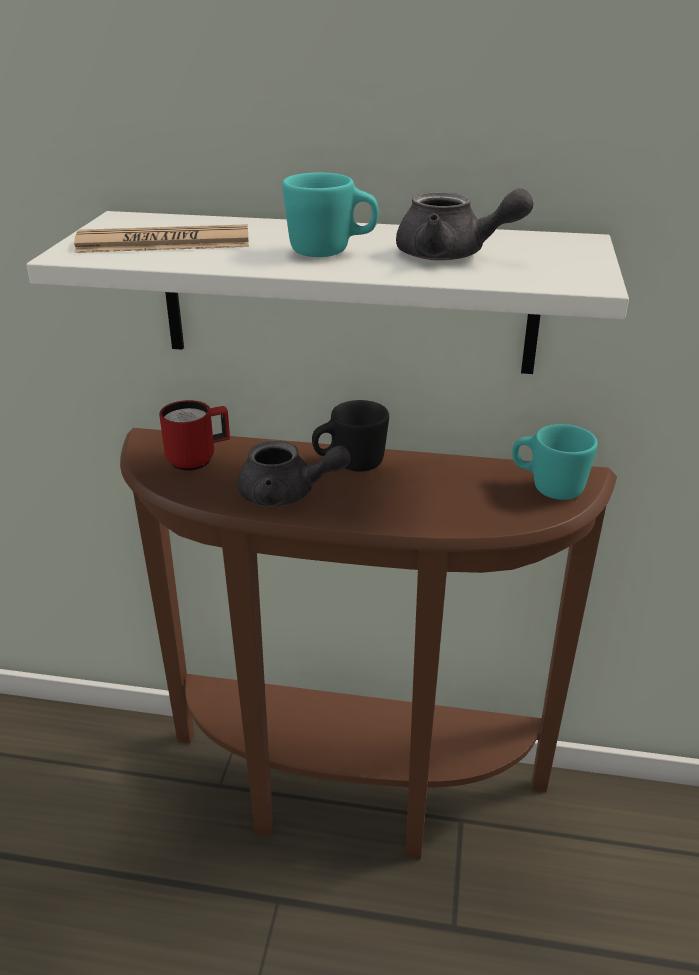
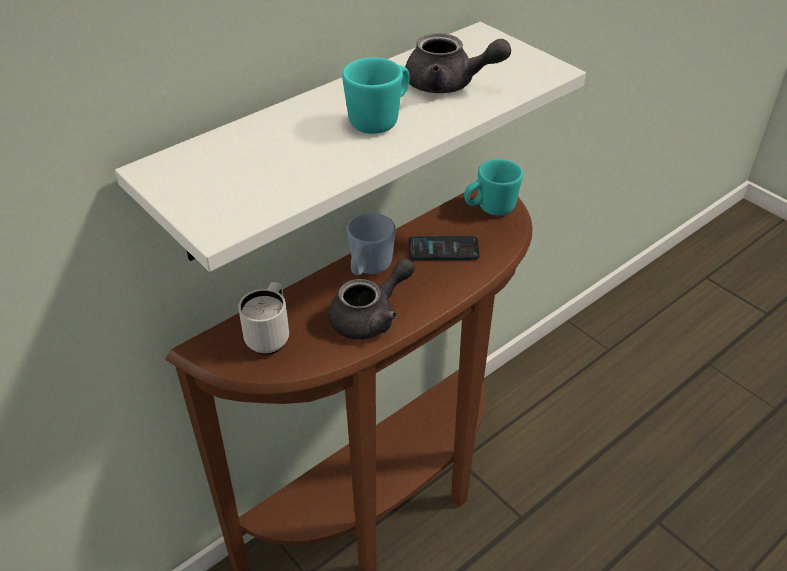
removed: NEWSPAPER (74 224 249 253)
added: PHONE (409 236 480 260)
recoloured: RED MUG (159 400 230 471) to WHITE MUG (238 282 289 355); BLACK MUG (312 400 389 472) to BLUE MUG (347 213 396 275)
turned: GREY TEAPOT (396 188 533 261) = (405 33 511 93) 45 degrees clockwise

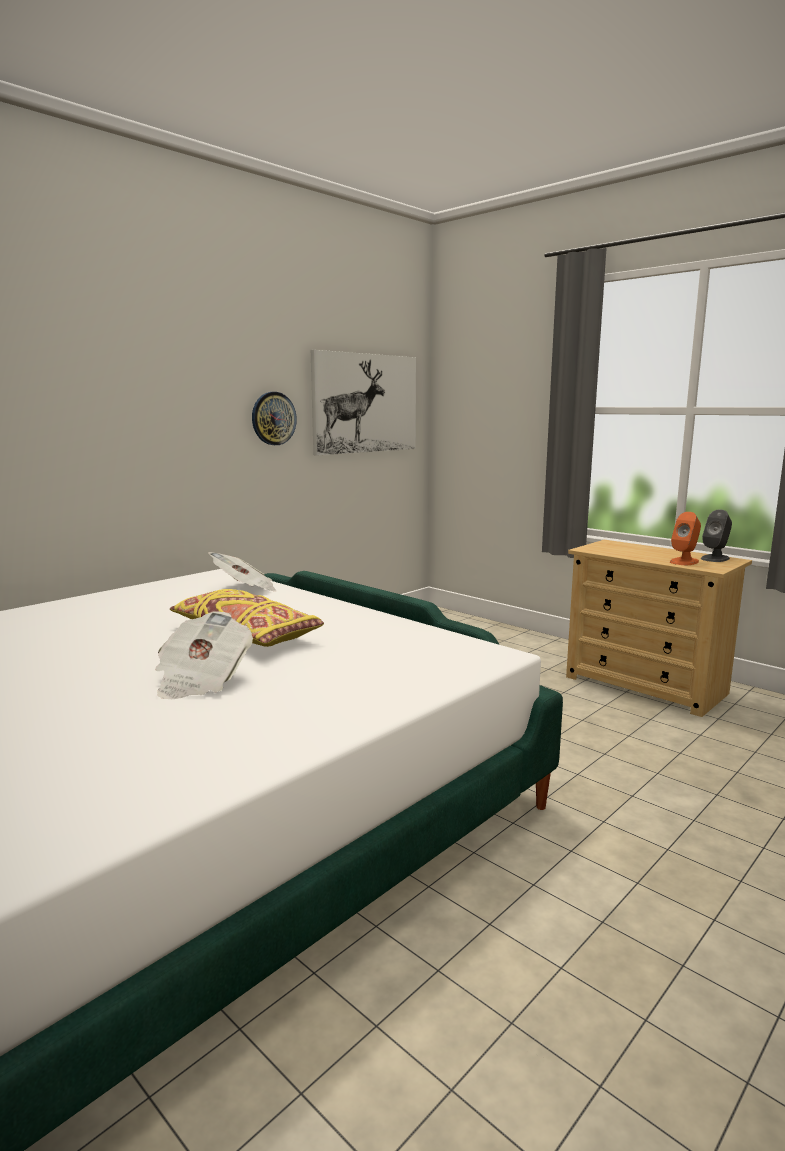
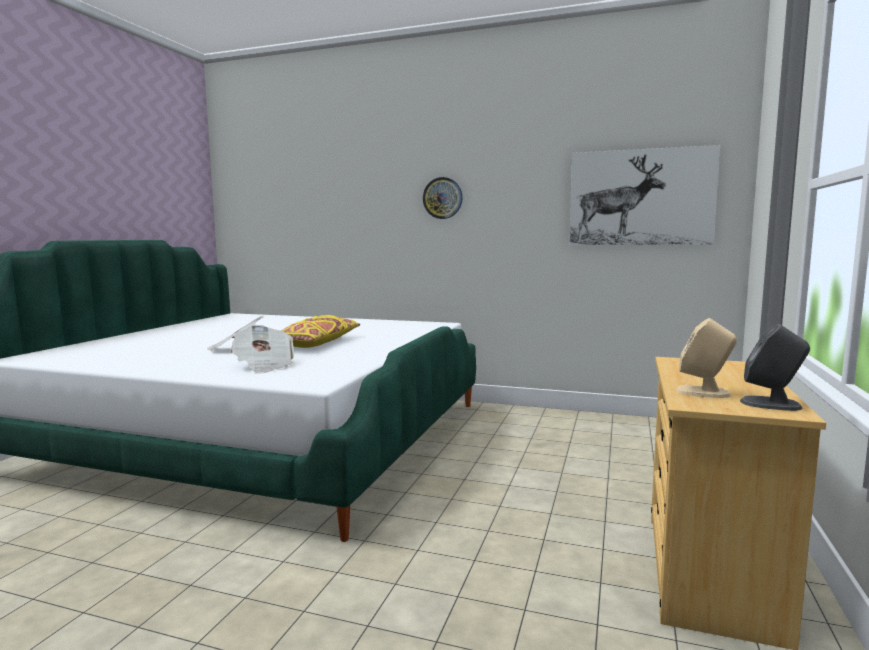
moved: WALL CLOCK (252 392 297 445) to (423 177 463 219); NEWSPAPER (209 552 277 592) to (230 325 294 373)
recoloured: ORANGE SPEAKER (670 512 701 565) to BEIGE SPEAKER (676 318 737 398)

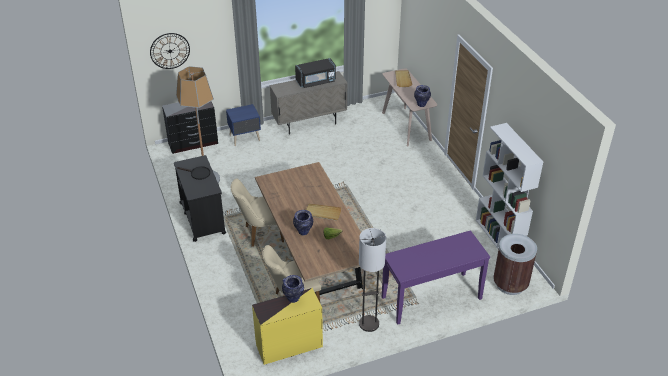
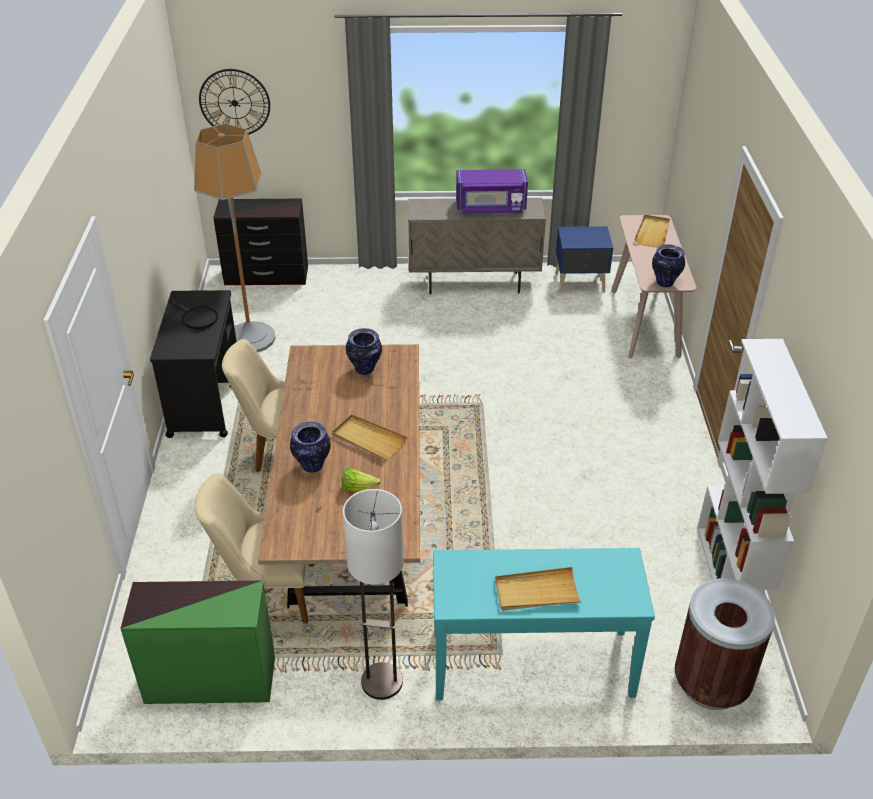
added: BEIGE TRAY (495 567 582 611)
moved: BLUE NIGHTSTAND (226 104 261 146) to (555 226 613 293); VASE (282 275 304 303) to (346 328 382 375)
recoloured: BLACK MICROWAVE (295 58 336 88) to PURPLE MICROWAVE (456 169 528 214); PURPLE CONSOLE TABLE (382 230 490 325) to TURQUOISE CONSOLE TABLE (433 548 655 700); YELLOW DRESSER (252 288 323 365) to GREEN DRESSER (120 580 275 704)

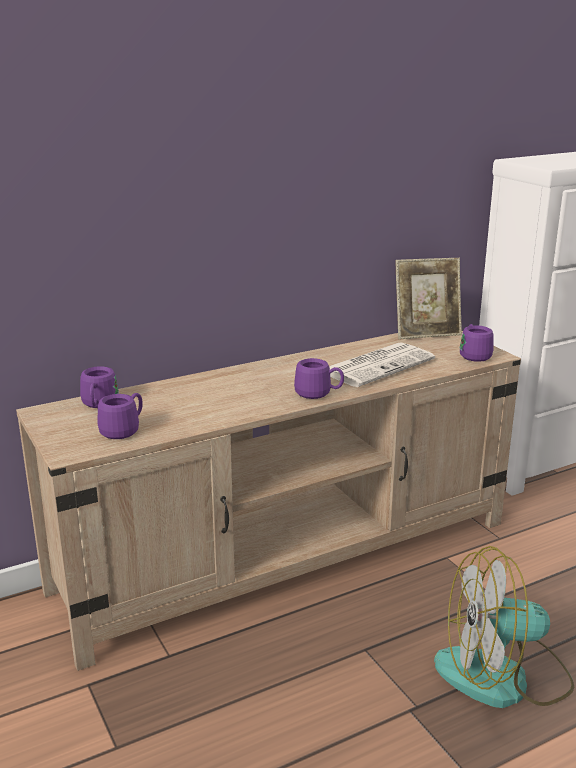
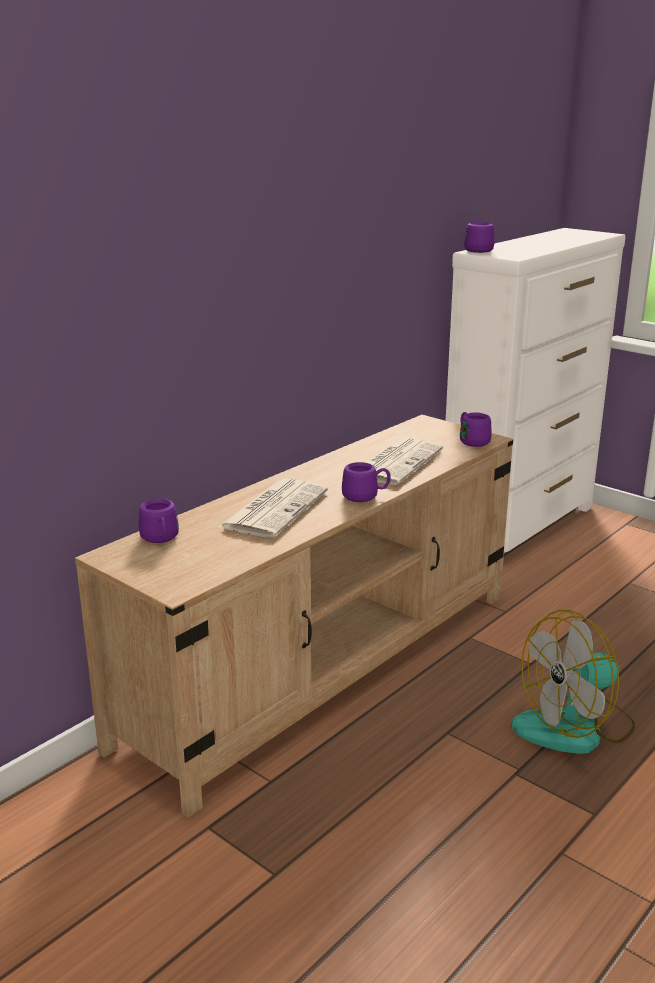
removed: PICTURE FRAME (395 258 462 339)
added: NEWSPAPER (218 478 328 538)
moved: PURPLE MUG (98 393 143 439) to (464 222 494 253)

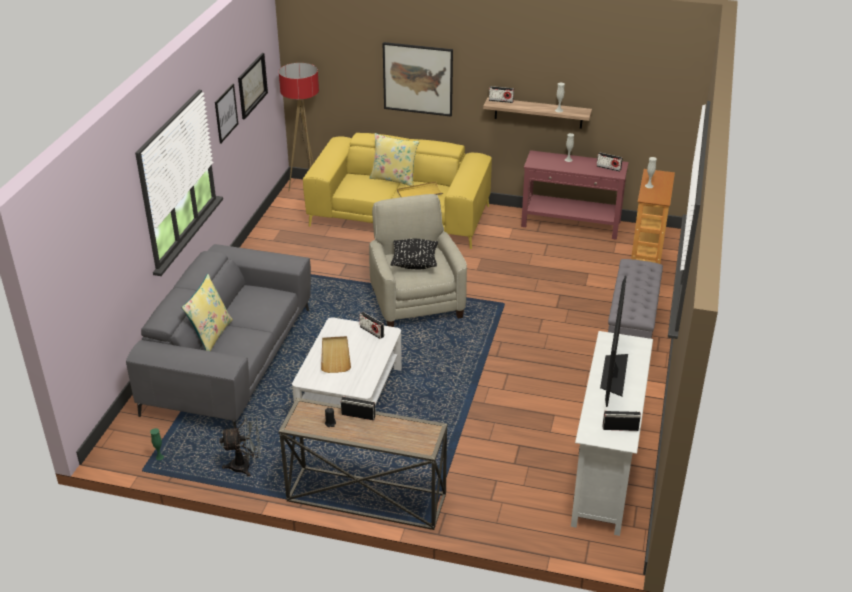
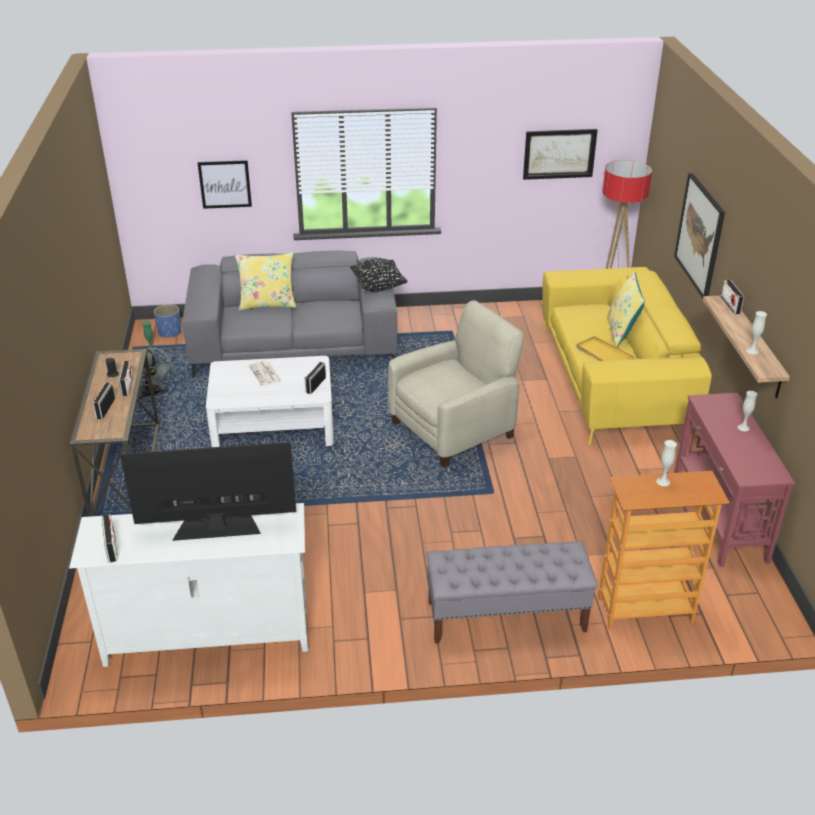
added: BLUE PLANTER (154 304 181 338)
moved: PICTURE (215 83 238 144) to (198 160 252 209); RADIO (597 152 623 172) to (92 382 115 419); BLACK PILLOW (390 239 438 270) to (350 259 408 292)
replaced: BEIGE TRAY (321 336 351 373) to NEWSPAPER (249 361 281 386)

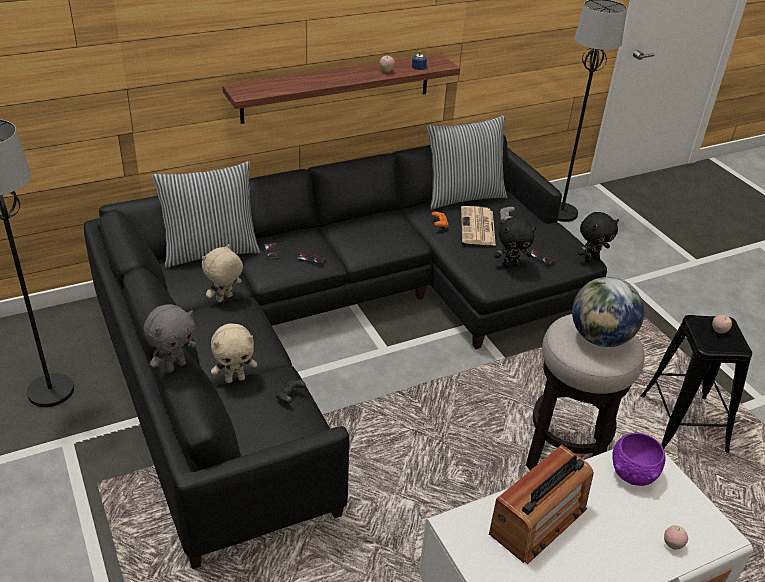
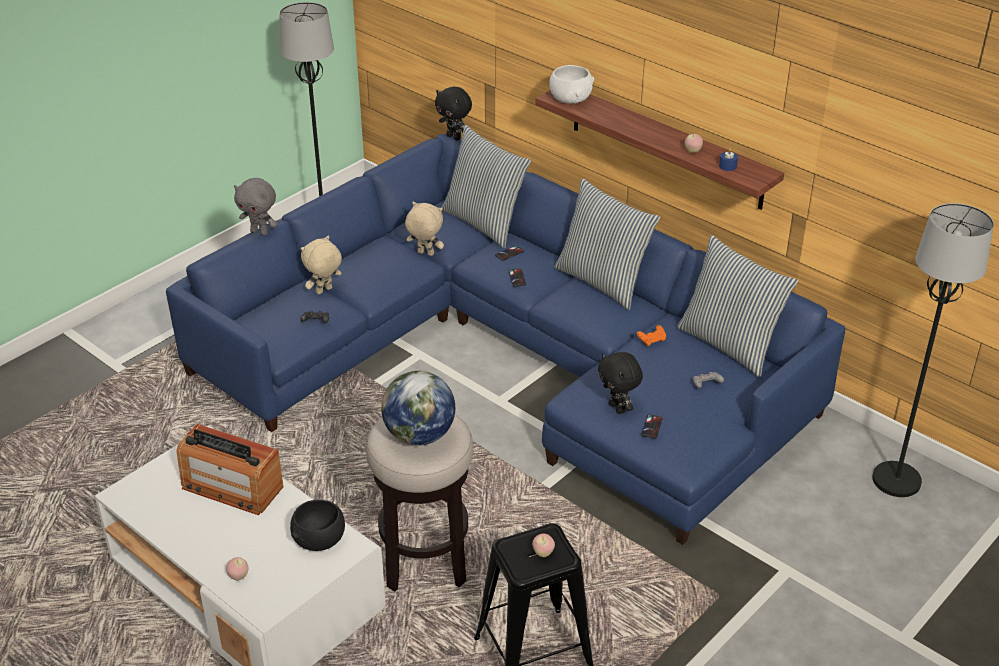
removed: NEWSPAPER (461 206 496 246)
added: WHITE BOWL (549 65 594 104); PILLOW (554 178 660 310)
moved: BLACK PLUSH TOY (578 212 619 262) to (435 87 472 140)
recoloured: BLACK SOFA (84 134 607 569) to BLUE SOFA (166 134 845 545); PURPLE BOWL (612 433 665 486) to BLACK BOWL (290 500 345 551)
turned: BEIGE PLUSH TOY (211 324 257 383) = (301 236 342 294) 90 degrees clockwise

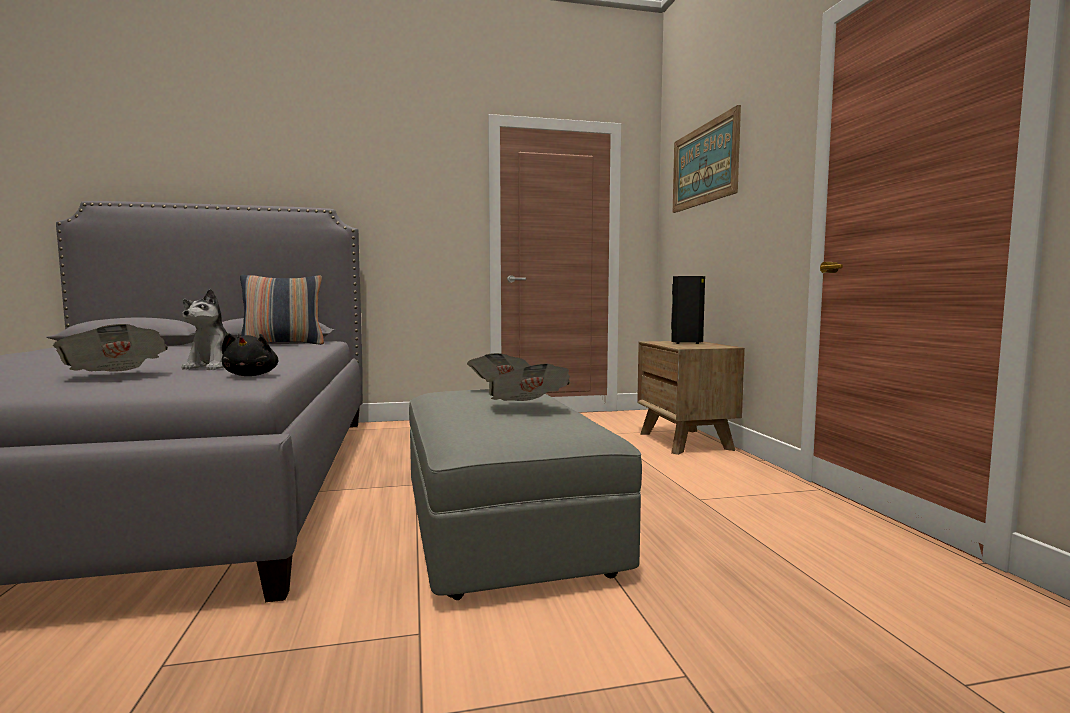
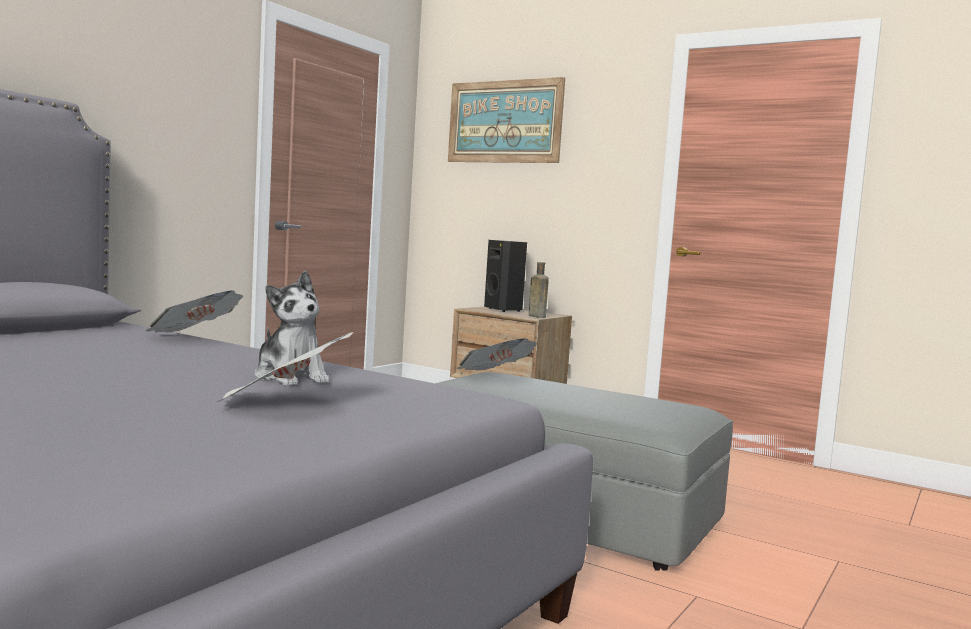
removed: PILLOW (240 275 324 345); BLACK PLUSH TOY (222 333 278 376)
added: BROWN BOTTLE (529 262 549 318)
moved: NEWSPAPER (489 363 570 401) to (146 290 243 332)

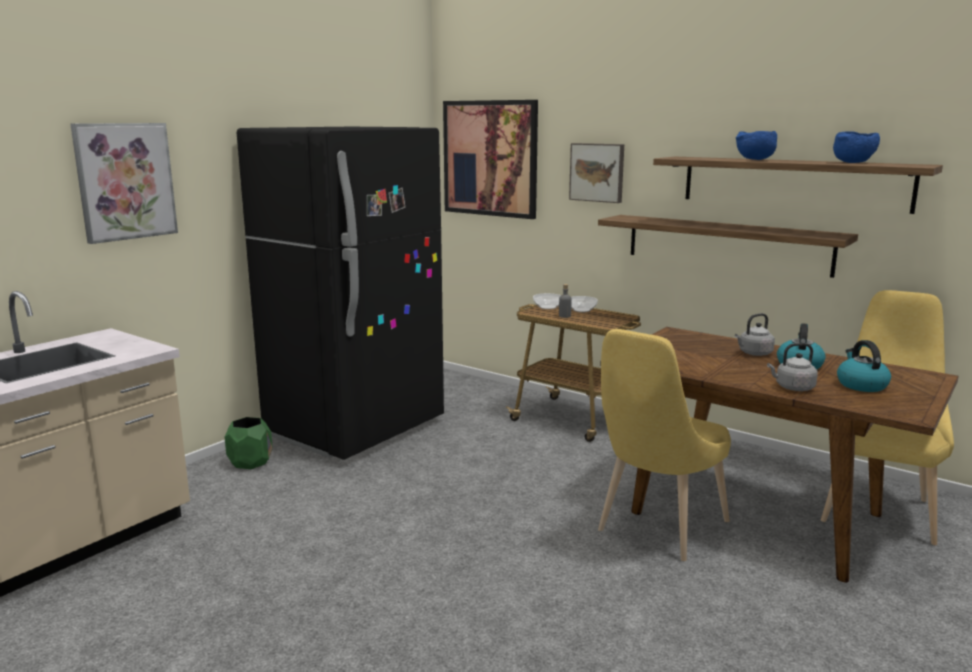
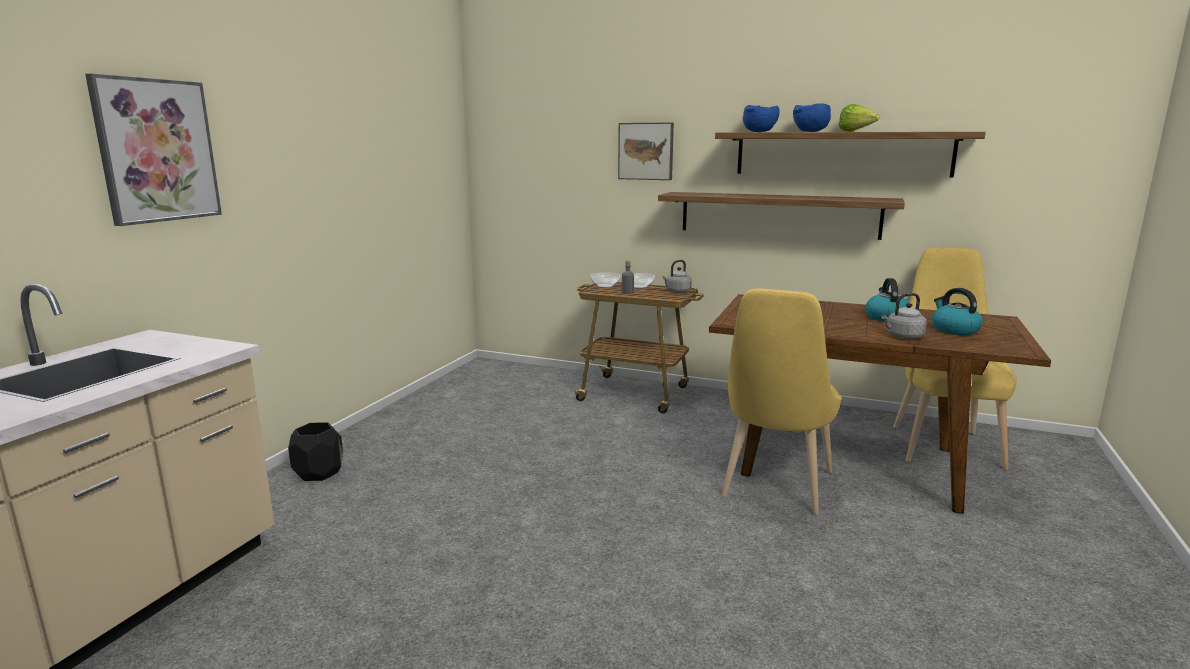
removed: PICTURE (443 100 538 219); BLACK FRIDGE (237 127 444 460)
added: LETTUCE (839 104 880 132)
moved: BLUE BOWL (833 131 880 163) to (743 105 780 132); GREY KETTLE (735 313 775 356) to (662 260 692 293)
recoloured: GREEN PLANTER (225 417 273 469) to BLACK PLANTER (288 422 343 481)

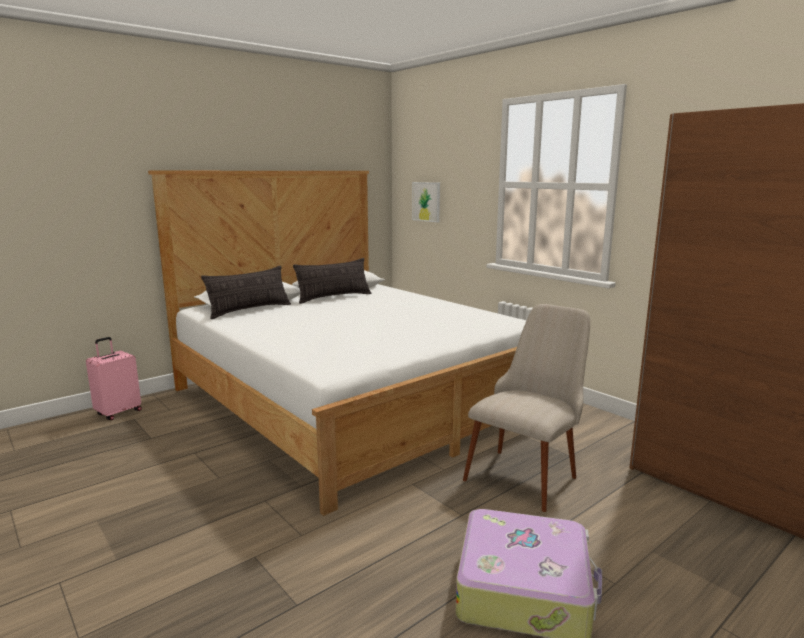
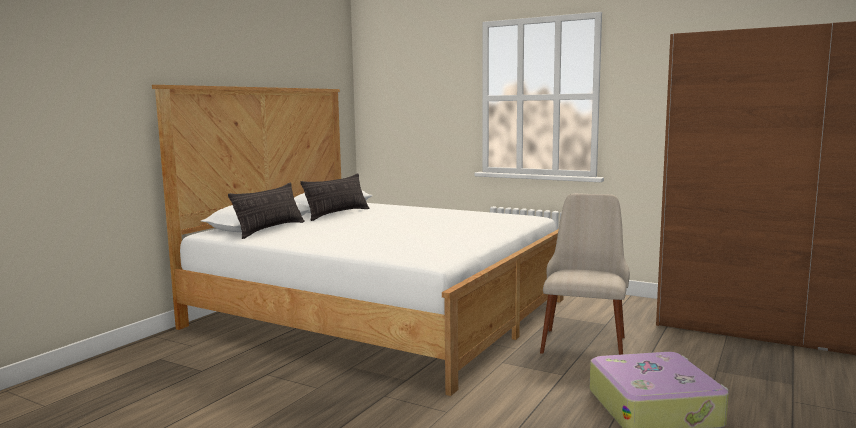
removed: PICTURE (412 182 440 223); PINK SUITCASE (86 337 142 420)

